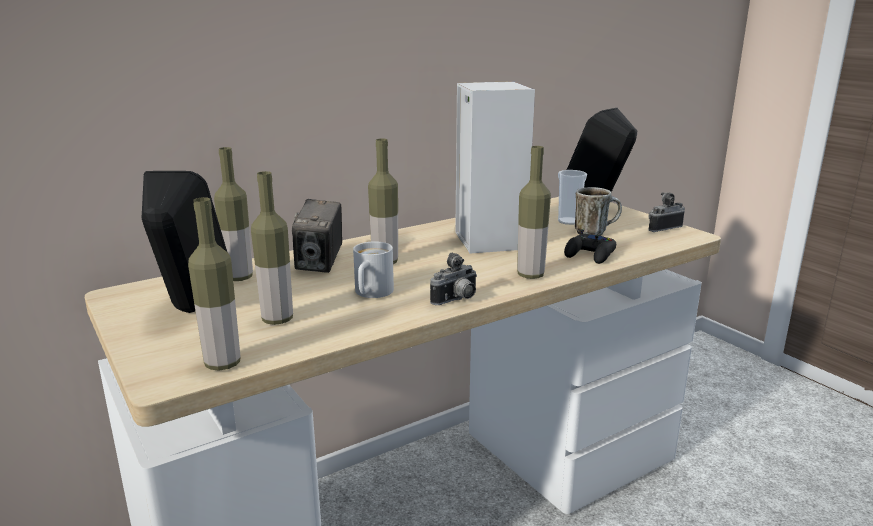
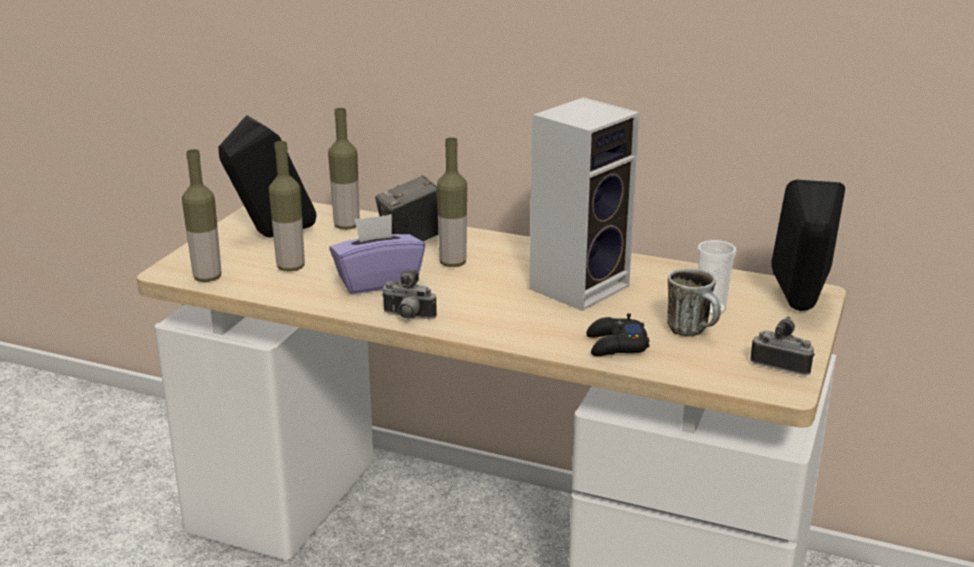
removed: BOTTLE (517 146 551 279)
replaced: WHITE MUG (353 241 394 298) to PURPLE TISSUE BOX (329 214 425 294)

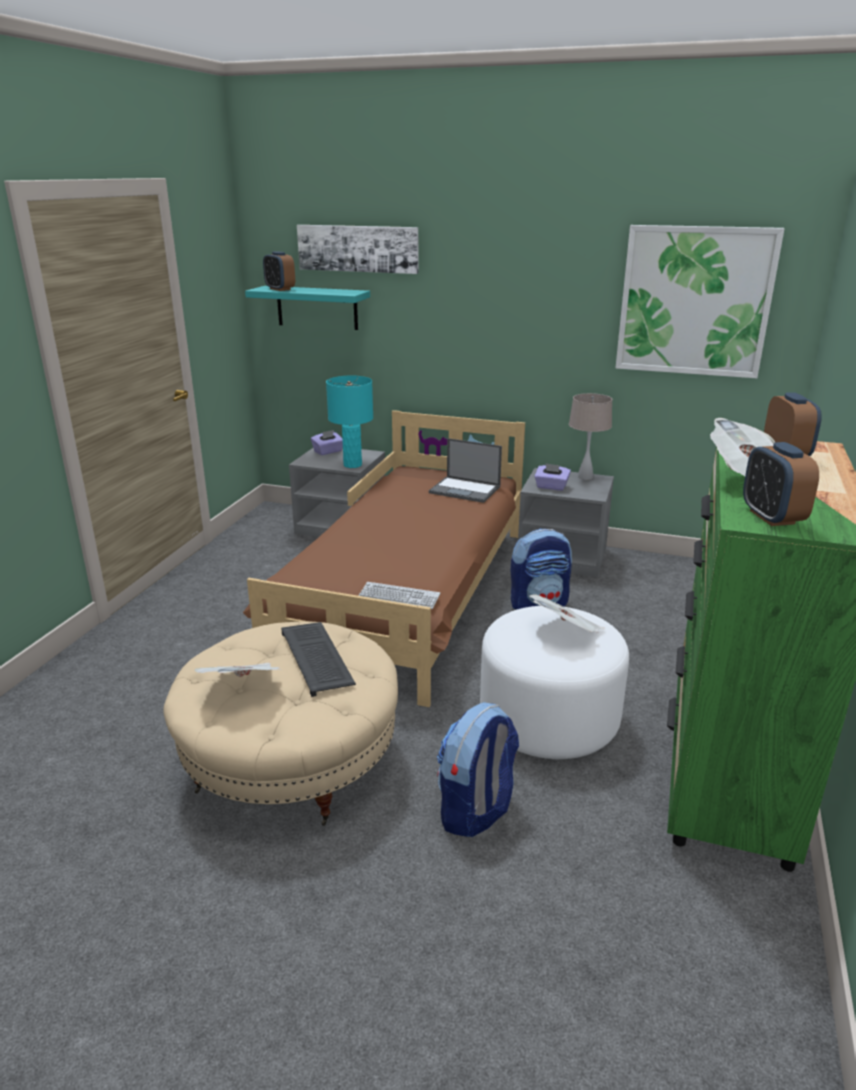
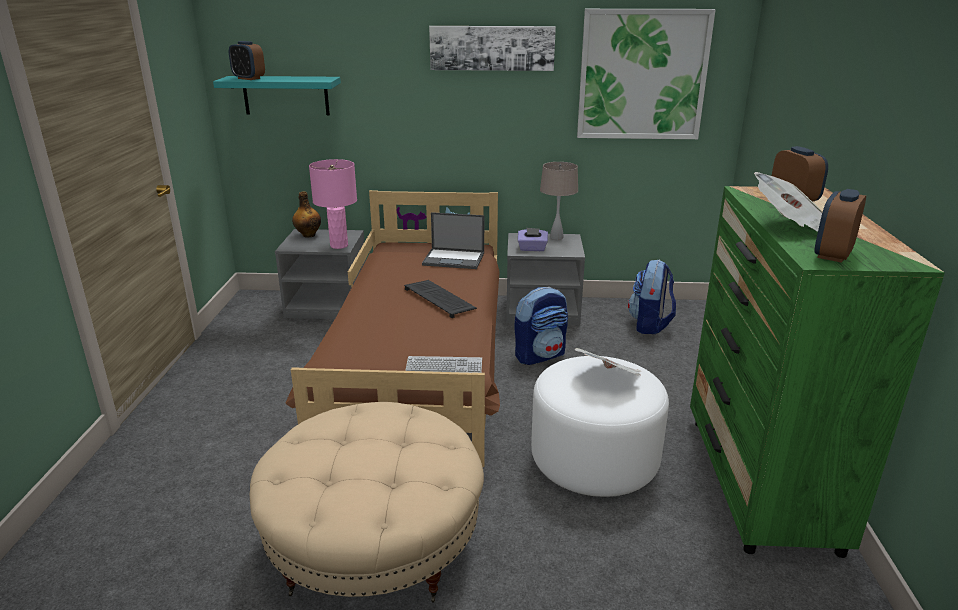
removed: NEWSPAPER (194 663 283 677)
moved: PICTURE (297 225 419 274) to (429 26 556 71); KEYBOARD (281 622 356 697) to (404 280 477 318); BACKPACK (437 702 519 837) to (628 260 676 334)
replaced: PURPLE TISSUE BOX (311 430 343 455) to BOTTLE (292 191 321 238)
recoloured: TURQUOISE TABLE LAMP (326 376 373 468) to PINK TABLE LAMP (309 159 357 249)
turned: ALARM CLOCK (743 442 819 526) = (814 189 866 263) 60 degrees clockwise

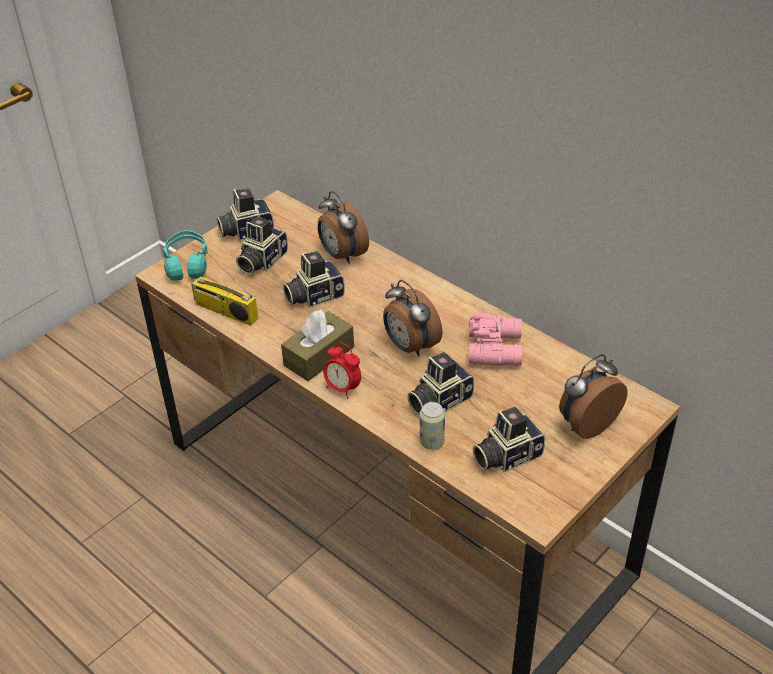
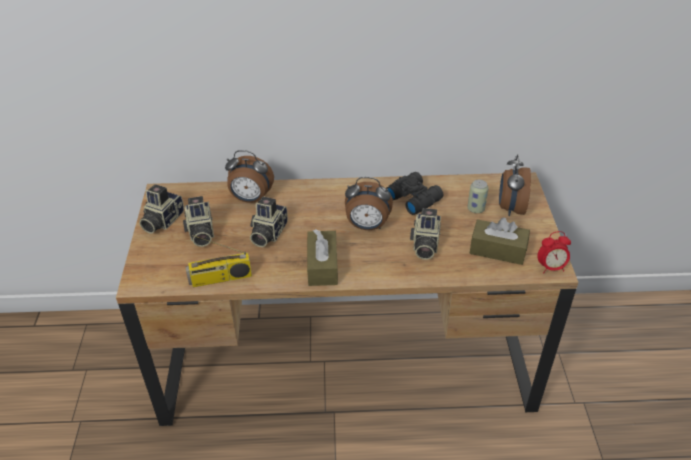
removed: TURQUOISE HEADPHONES (163 230 208 281)
moved: ALARM CLOCK (323 342 361 399) to (537 231 571 274); CAN (420 402 445 450) to (468 180 488 213)
replaced: PHOTO CAMERA (473 407 545 472) to BROWN TISSUE BOX (470 217 530 265)
recoloured: PINK BINOCULARS (468 313 523 366) to BLACK BINOCULARS (386 172 444 215)

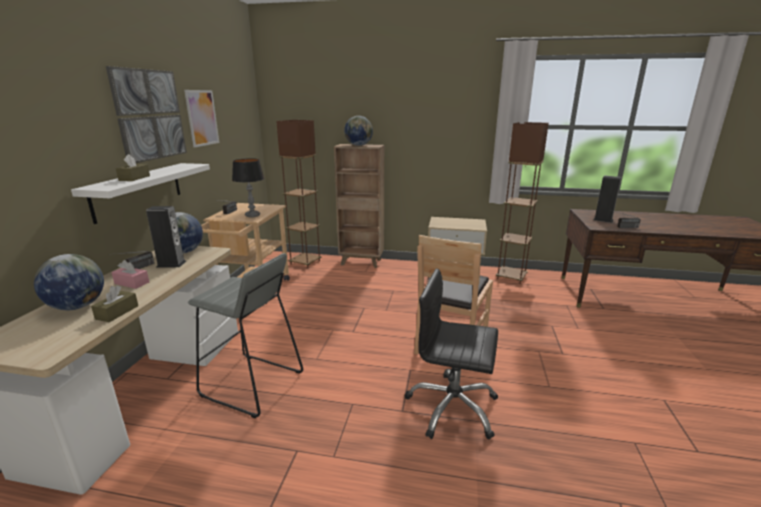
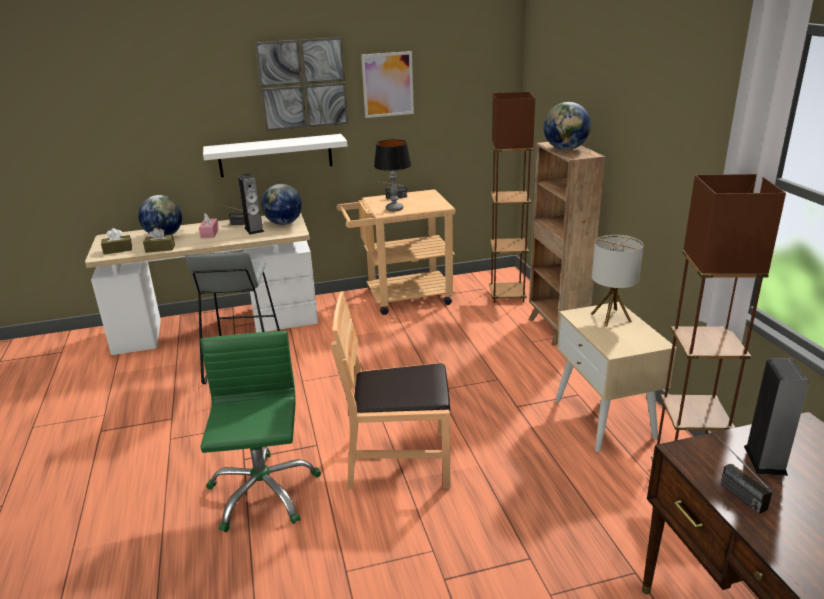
added: TABLE LAMP (591 235 643 327)
moved: BROWN TISSUE BOX (116 154 150 181) to (101 228 132 255)
recoloured: BLACK OFFICE CHAIR (405 269 498 440) to GREEN OFFICE CHAIR (200 331 321 532)

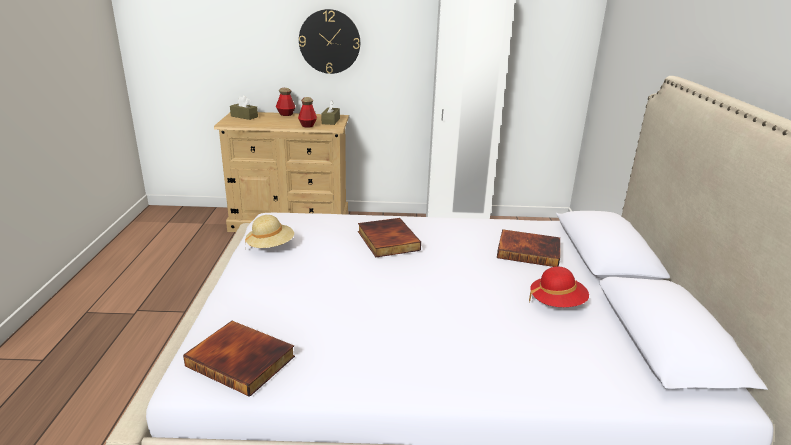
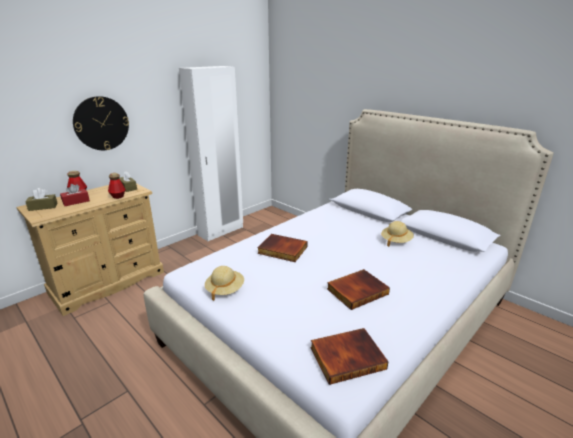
added: RED TISSUE BOX (60 184 90 206)
moved: BOOK (497 229 560 267) to (327 269 390 310)
recoloured: RED HAT (529 267 589 307) to BEIGE HAT (381 221 414 247)

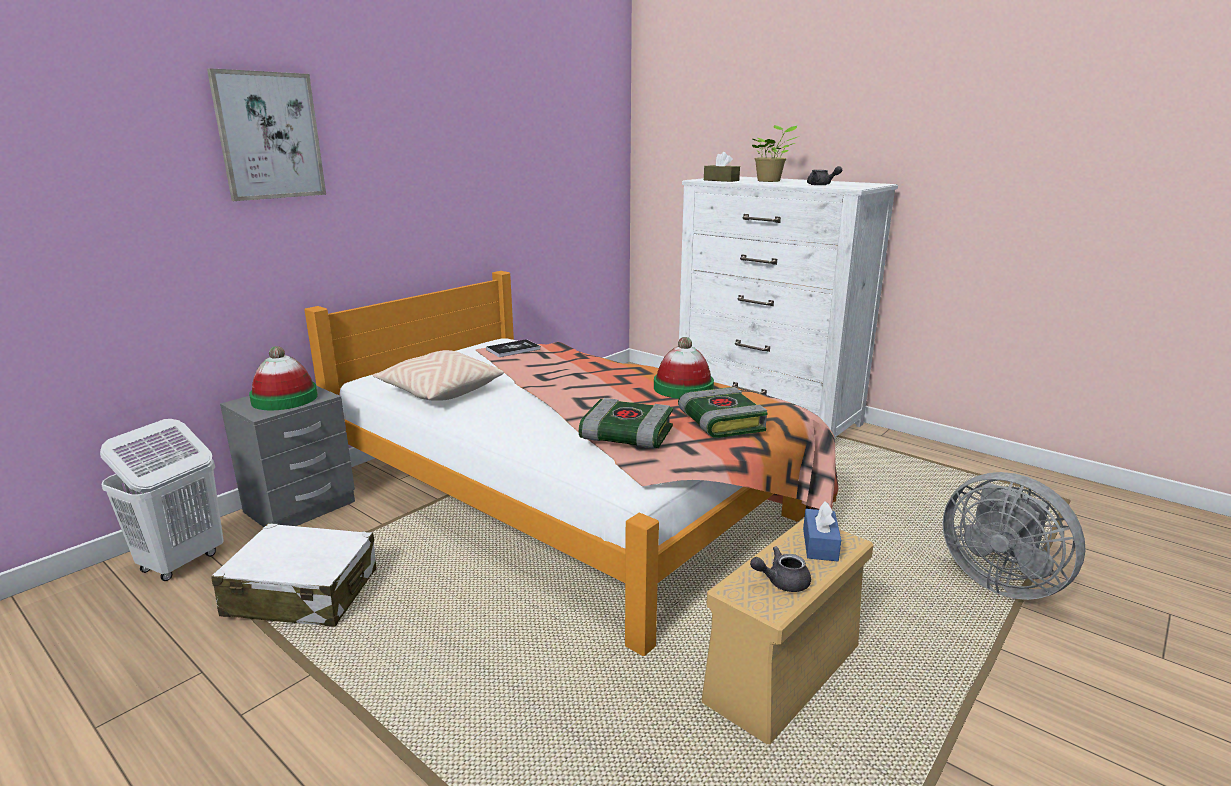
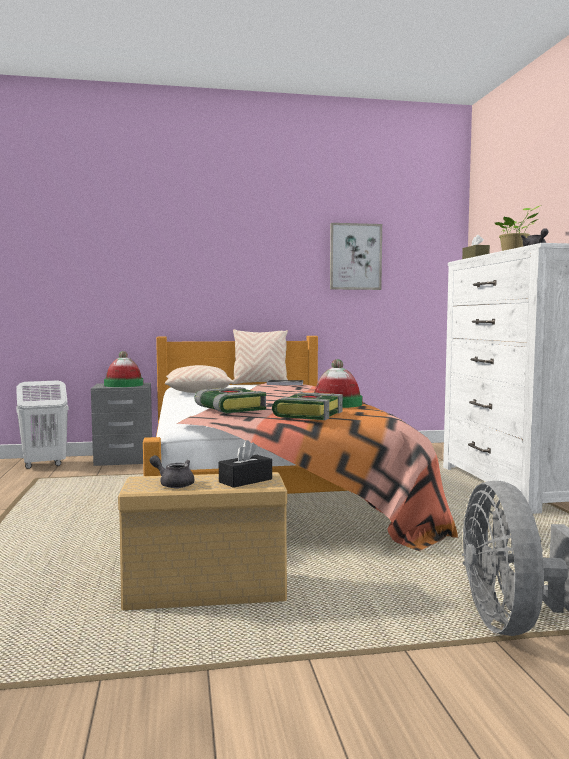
removed: WHITE SUITCASE (211 523 376 627)
added: BEIGE PILLOW (231 329 288 385)
moved: PICTURE (207 68 326 201) to (330 223 382 290)
recoloured: BLUE TISSUE BOX (803 501 841 561) to BLACK TISSUE BOX (219 440 272 488)

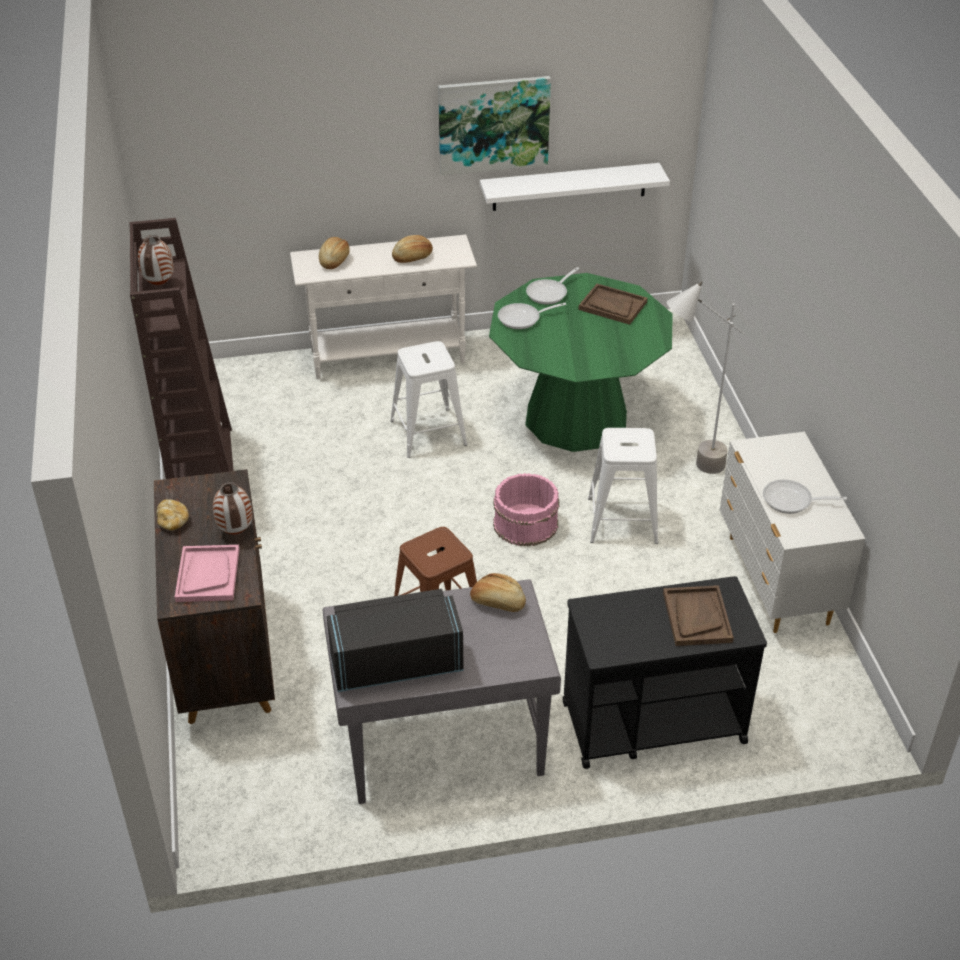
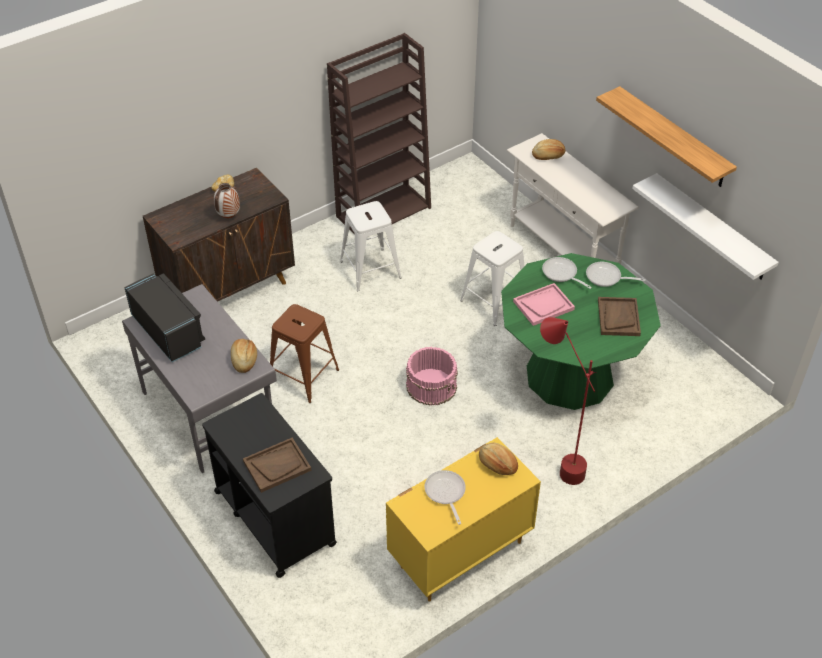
removed: VASE (138 235 174 285)
moved: BREAD (392 235 433 263) to (479 443 518 475); WHITE STOOL (588 428 658 544) to (340 201 402 291); PINK TRAY (175 545 240 602) to (513 283 575 326)
replaced: PICTURE (438 76 551 175) to SHELF (596 86 737 187)
recoloured: GREY FLOOR LAMP (667 281 745 474) to RED FLOOR LAMP (540 317 597 485); WHITE DRESSER (719 432 865 633) to YELLOW DRESSER (386 437 541 601)

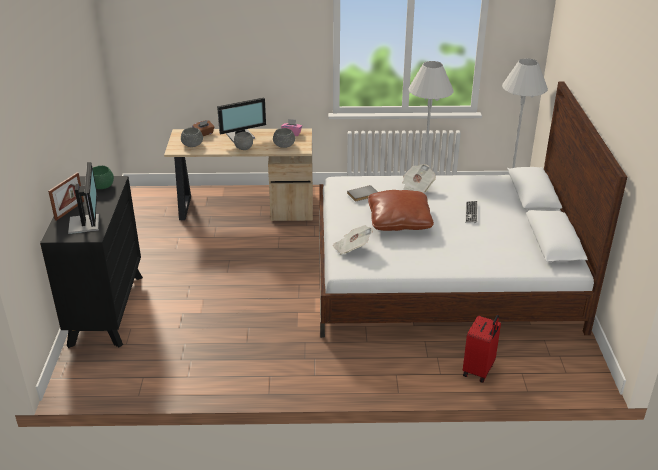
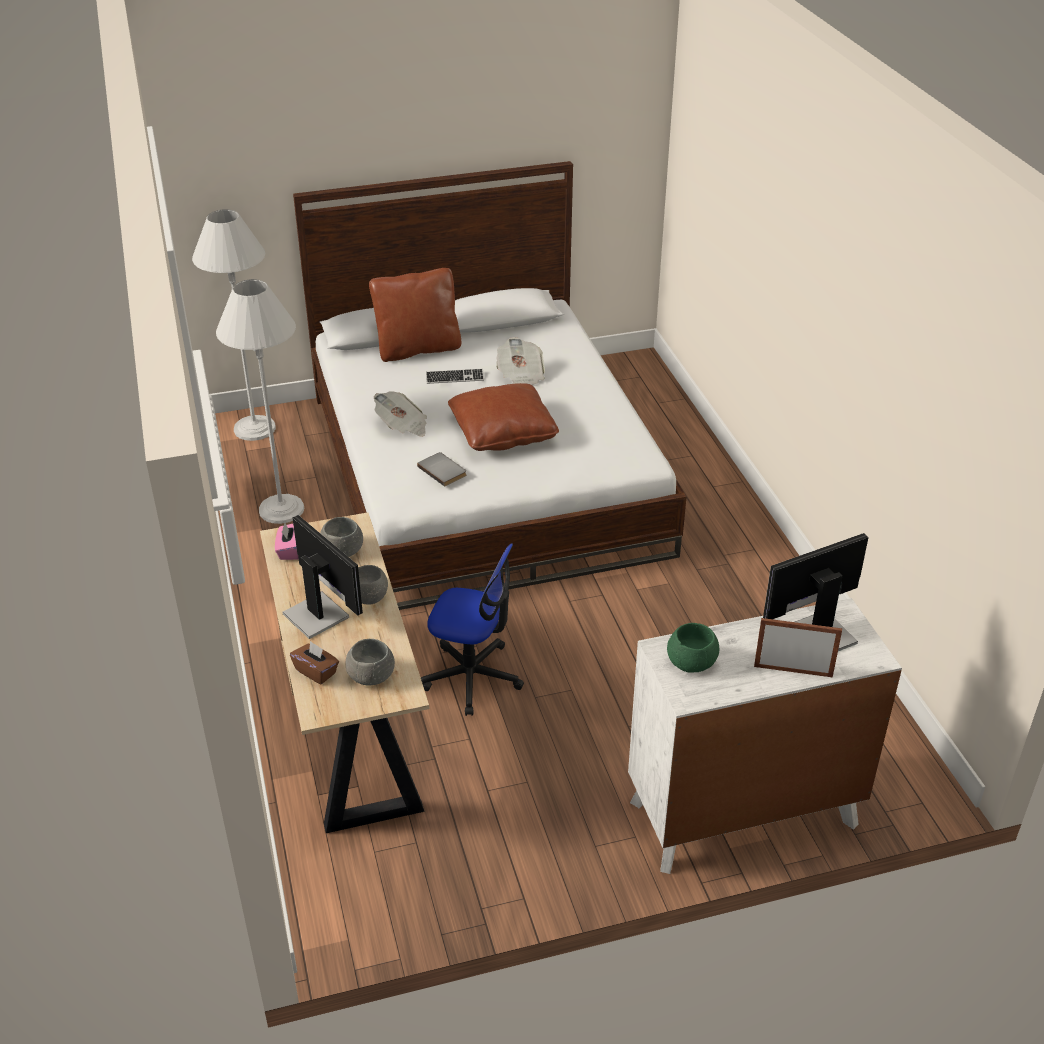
removed: RED SUITCASE (463 315 501 383)
added: BROWN PILLOW (369 268 461 362); OFFICE CHAIR (421 543 524 716)
moved: NEWSPAPER (333 225 373 255) to (496 337 545 385)
recoloured: BLACK DRESSER (40 176 143 348) to WHITE DRESSER (628 598 902 874)

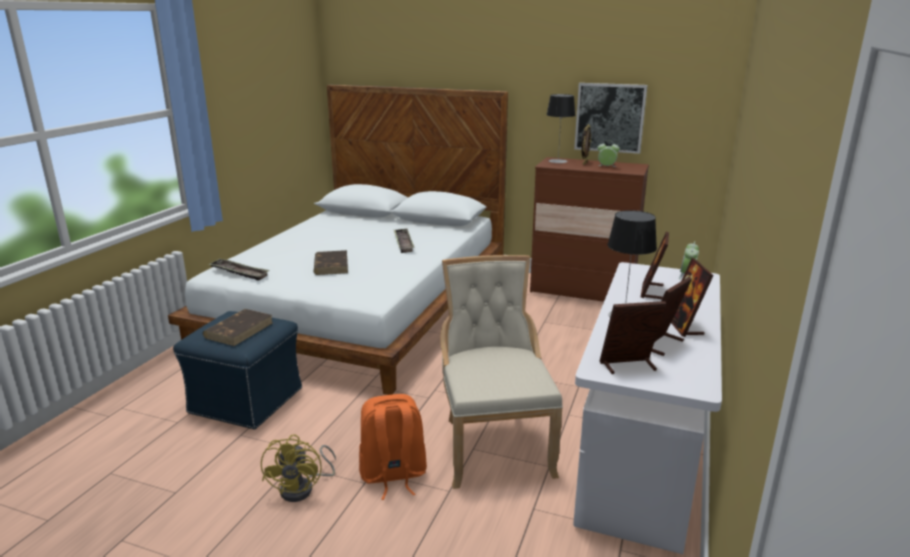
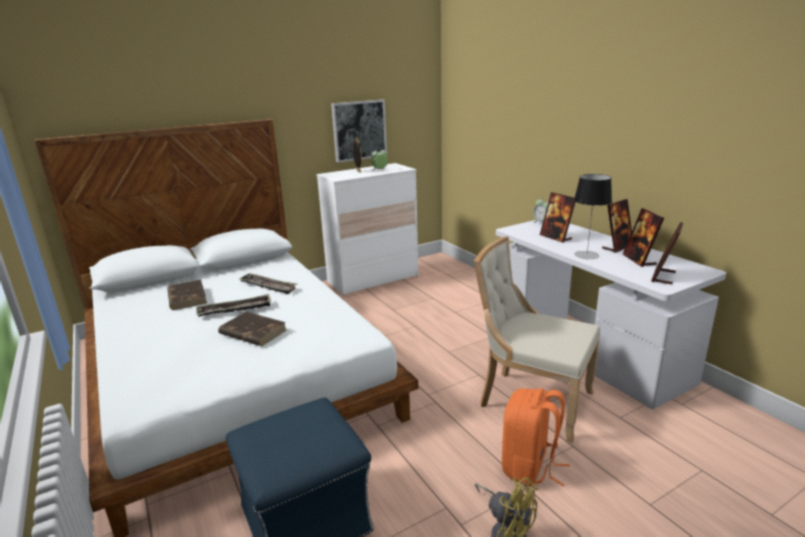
removed: TABLE LAMP (546 94 576 163)
moved: TRAY (208 259 269 281) to (196 294 272 317); BROWN BOOK (203 309 273 346) to (167 280 207 310)
recoloured: BROWN DRESSER (530 157 649 302) to WHITE DRESSER (317 163 418 295)
turned: PICTURE FRAME (671 258 714 337) = (602 199 632 253) 75 degrees counterclockwise

